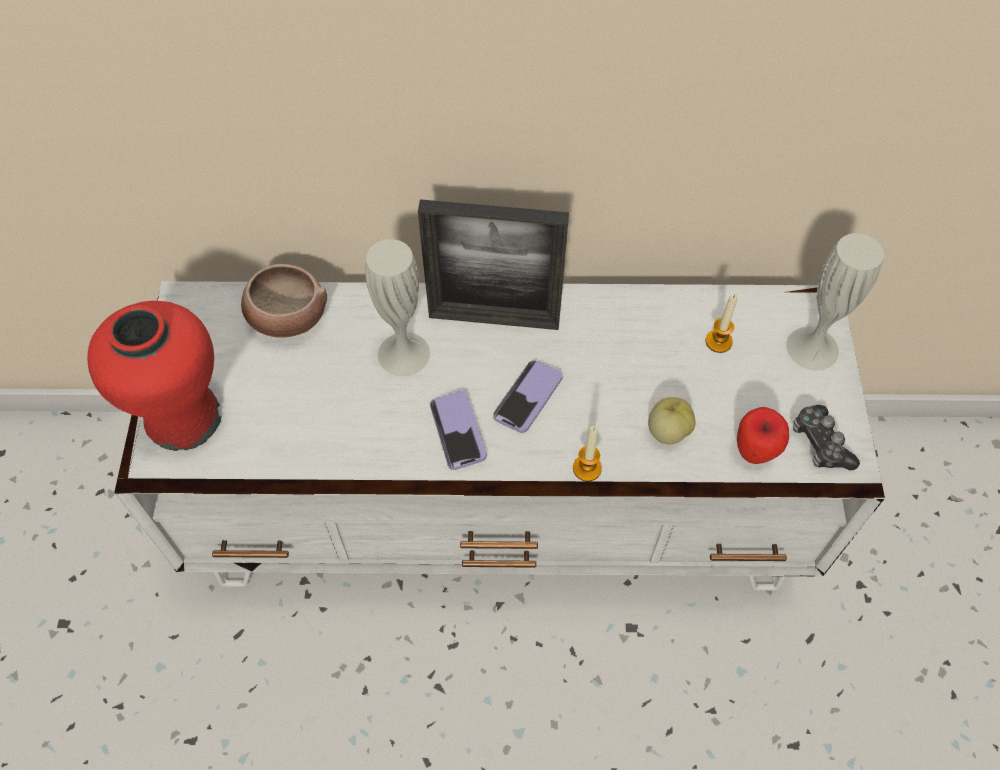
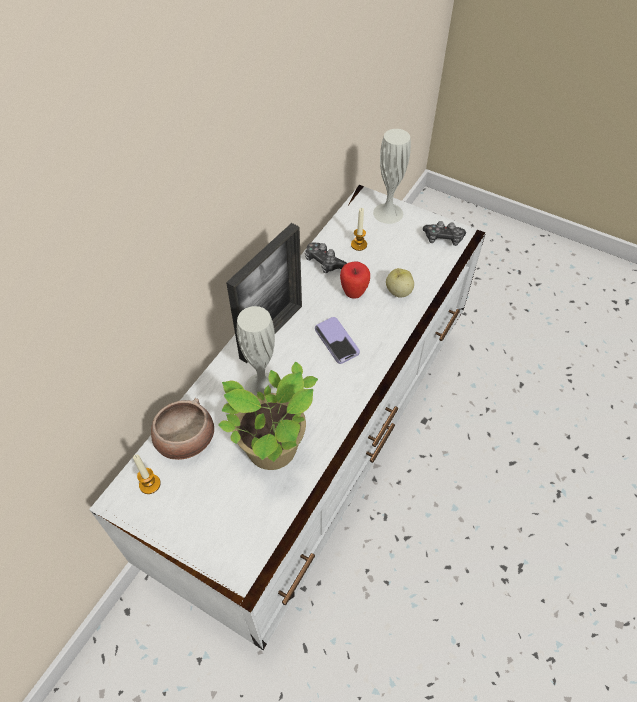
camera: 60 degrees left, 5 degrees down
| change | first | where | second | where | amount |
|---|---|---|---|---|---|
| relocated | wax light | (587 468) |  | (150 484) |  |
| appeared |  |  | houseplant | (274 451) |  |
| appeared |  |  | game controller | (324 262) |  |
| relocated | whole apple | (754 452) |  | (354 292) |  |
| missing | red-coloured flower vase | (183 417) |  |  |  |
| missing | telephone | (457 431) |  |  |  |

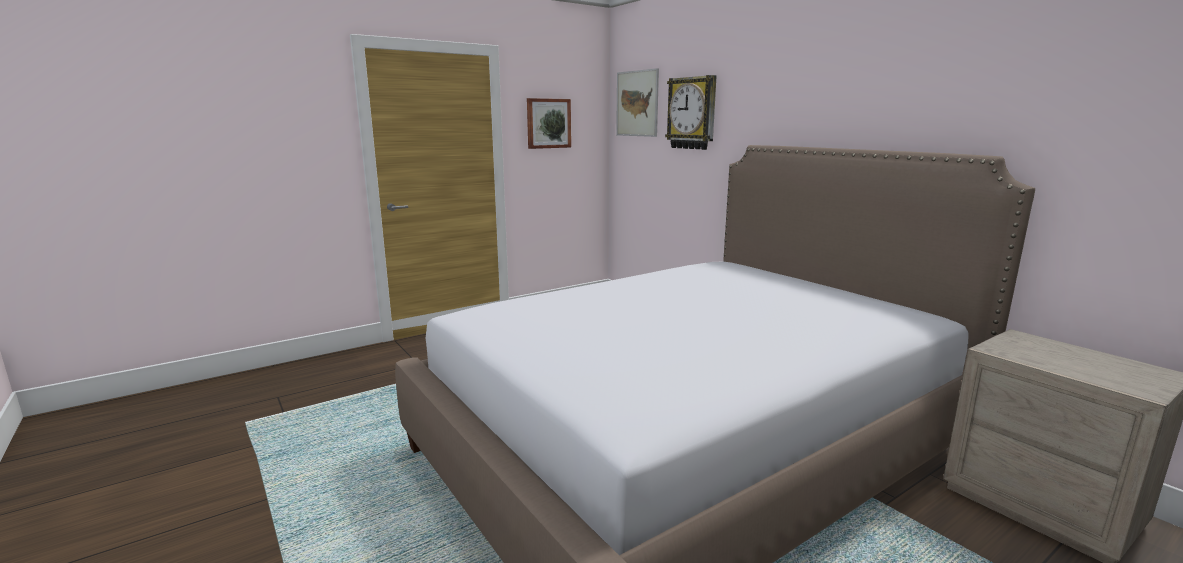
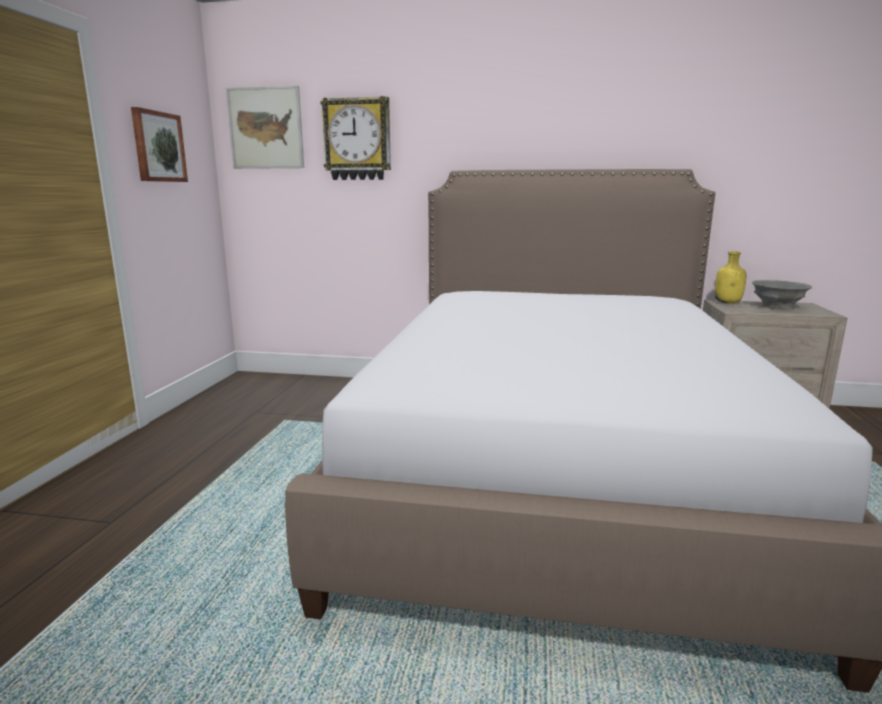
camera: 45 degrees left, 0 degrees up
| change | first | where | second | where | amount |
|---|---|---|---|---|---|
| appeared |  |  | yellow-coloured bottle | (728 302) |  |
| appeared |  |  | grey bowl | (777 307) |  |

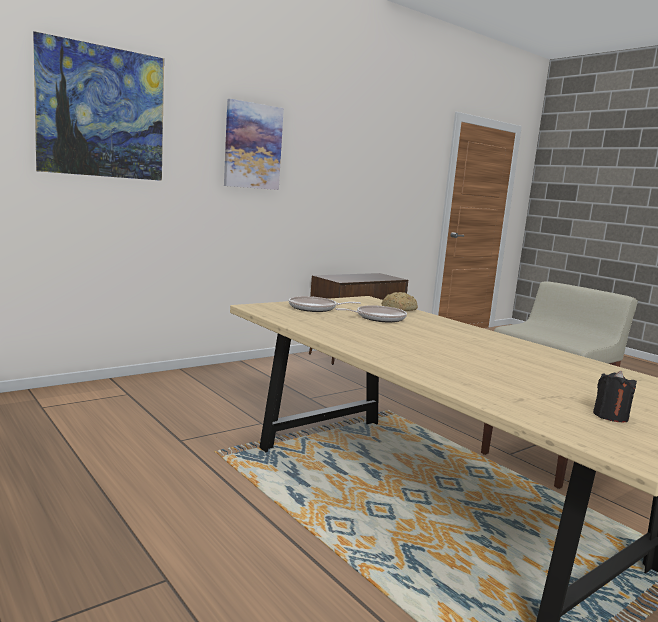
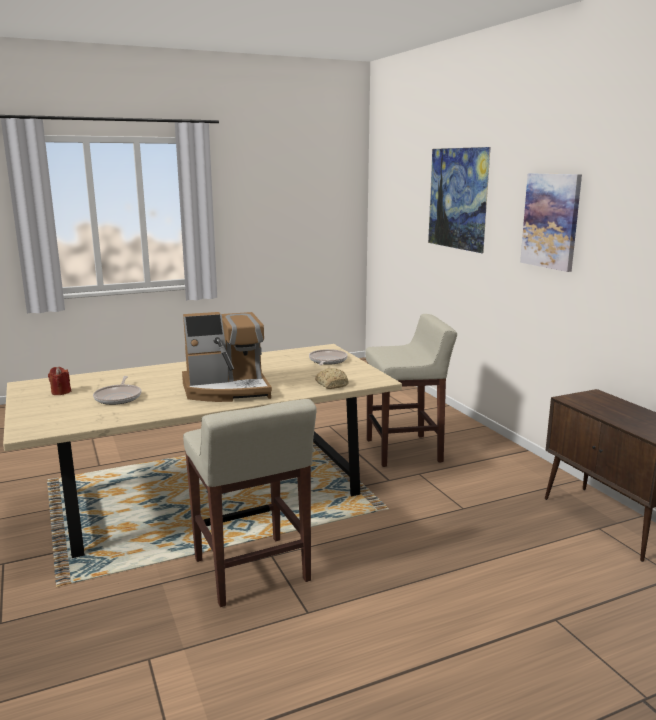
camera: 105 degrees right, 5 degrees up
| change | first | where | second | where | amount |
|---|---|---|---|---|---|
| colour | black wax light | (610 416) | red-coloured wax light | (61 392) |  |
| relocated | pan | (378 318) |  | (119 397) |  |
| appeared |  |  | coffee maker | (227 390) |  |
| appeared |  |  | beige stool seat | (405 451) |  |

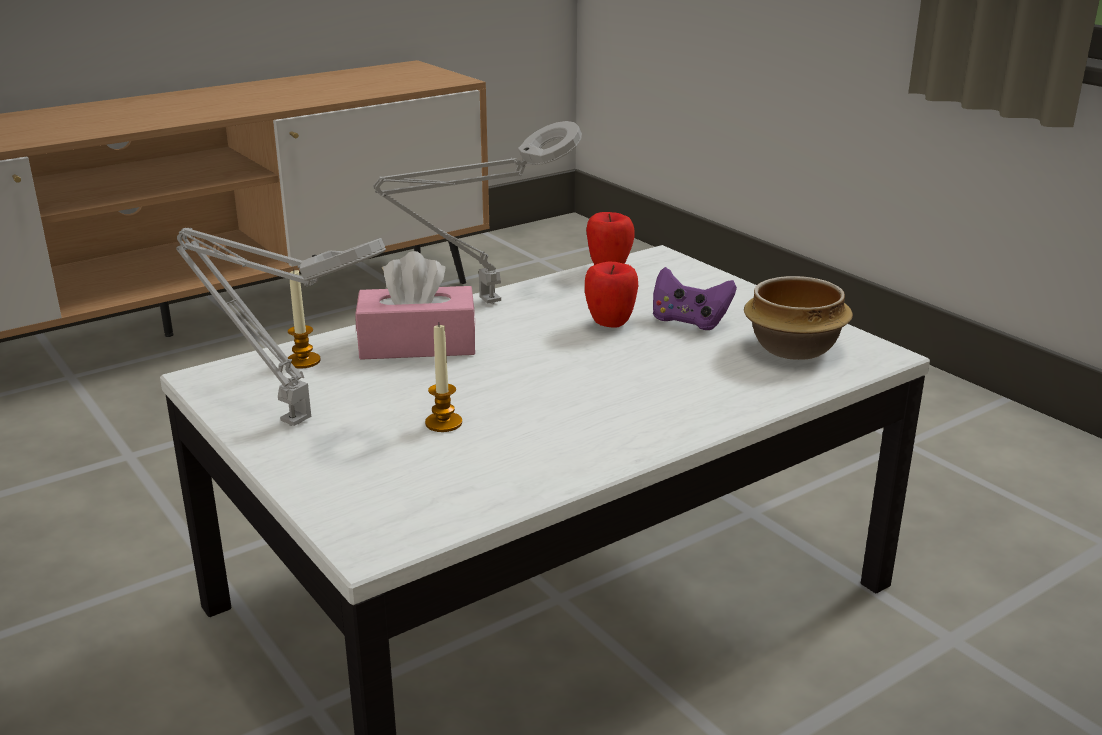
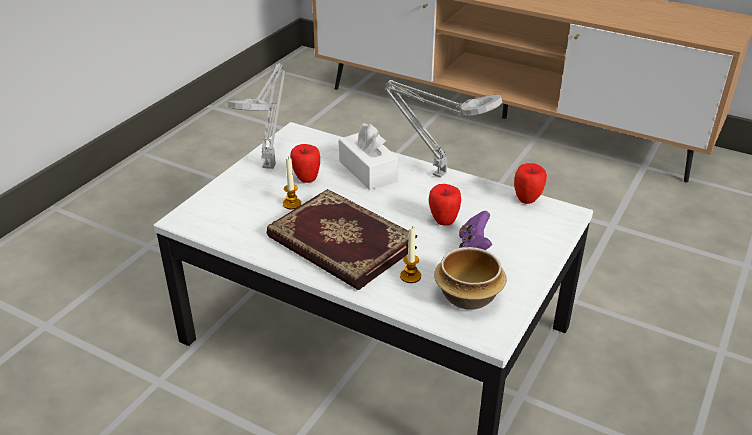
camera: 65 degrees right, 10 degrees up
| change | first | where | second | where | amount |
|---|---|---|---|---|---|
| appeared |  |  | book | (339 244) |  |
| appeared |  |  | whole apple | (306 179) |  |
| colour | pink-coloured tissue box | (417 344) | white tissue box | (368 171) |  |
| relocated | wax light | (303 361) |  | (410 276) |  |

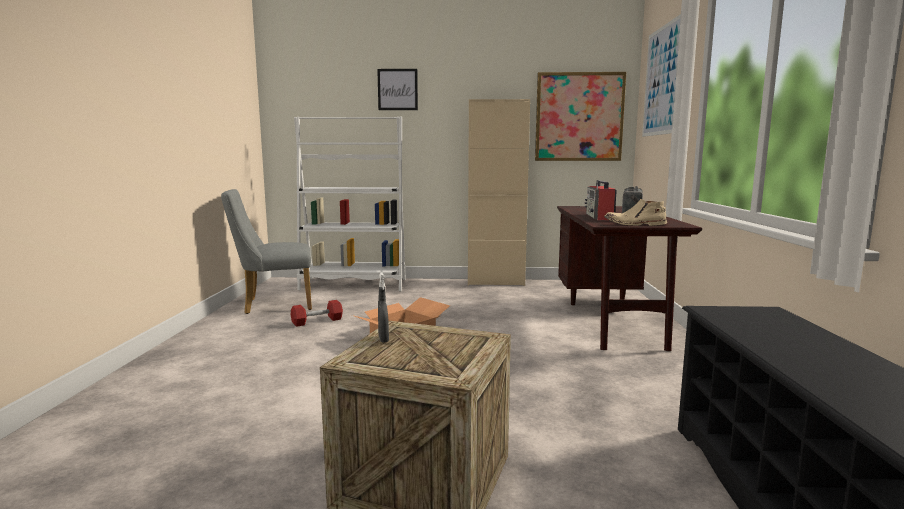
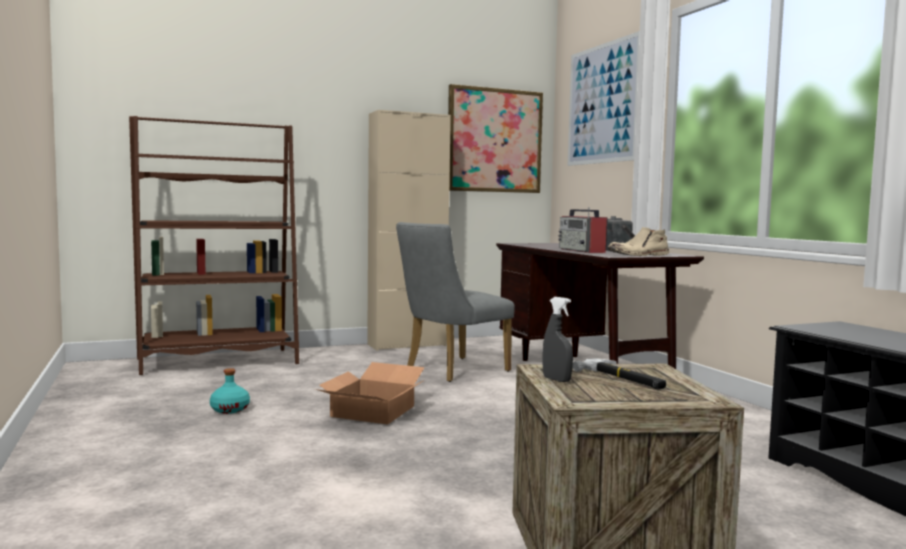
camera: 25 degrees left, 5 degrees down
| change | first | where | second | where | amount |
|---|---|---|---|---|---|
| colour | white bookcase | (354 284) | brown bookcase | (218 361) |  |
| exchanged | red-coloured free weight | (317 321) | turquoise bottle | (230 409) |  |
| relocated | grey upright chair | (273 305) |  | (451 371) |  |
| appeared |  |  | hammer | (621 379) |  |
| missing | wall picture | (397 89) |  |  |  |

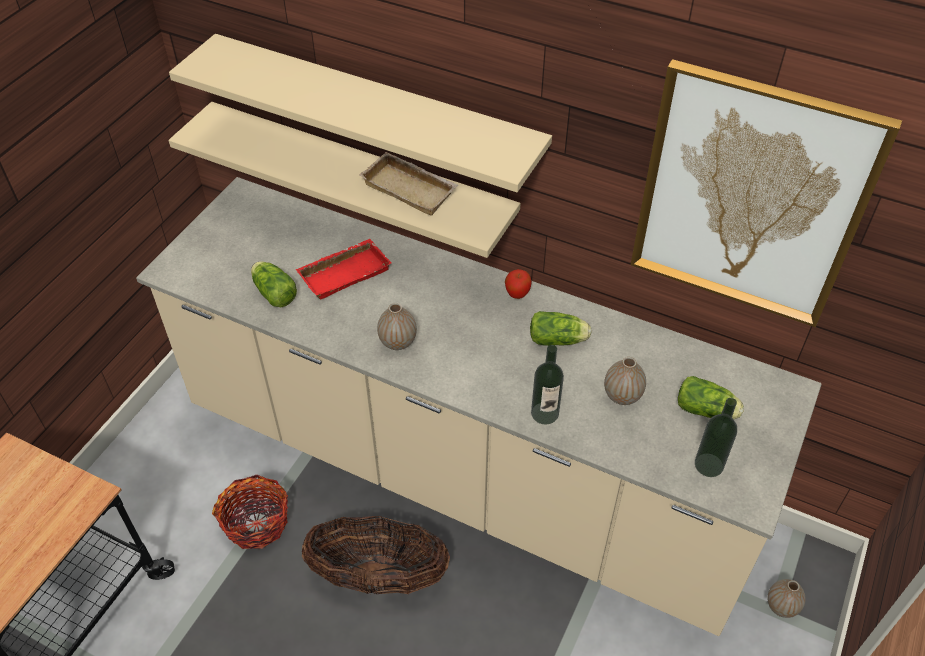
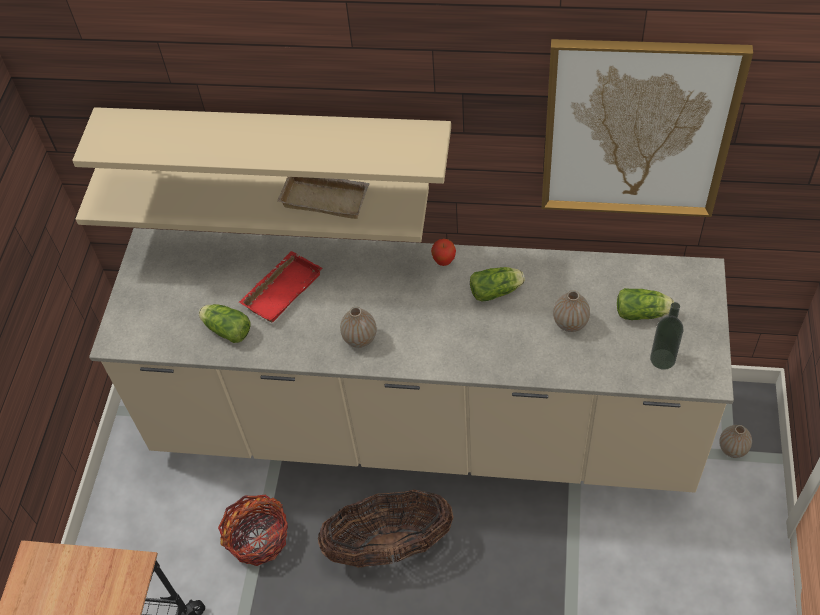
camera: 15 degrees left, 5 degrees up
| change | first | where | second | where | amount |
|---|---|---|---|---|---|
| missing | bottle | (544 413) |  |  |  |

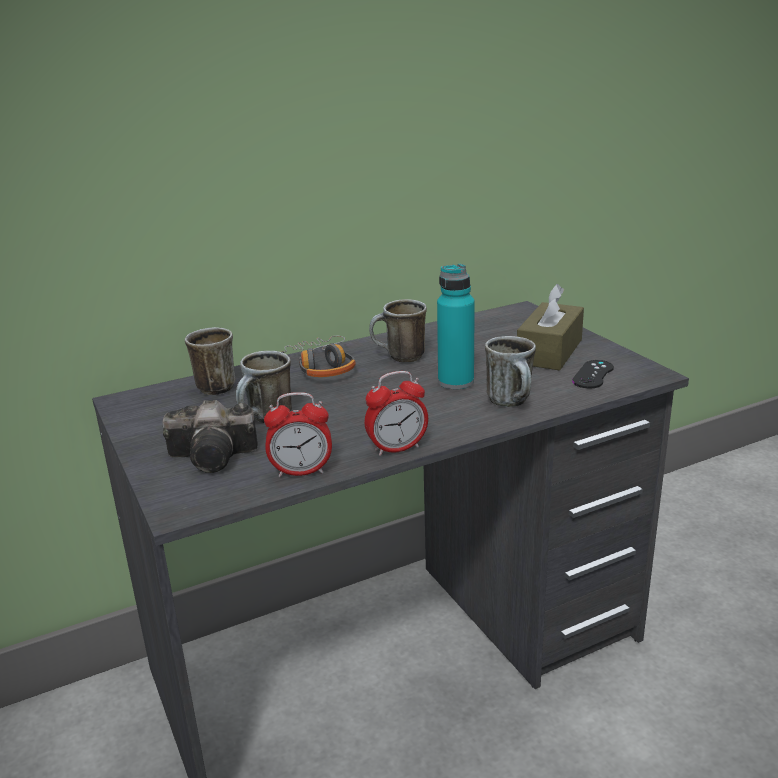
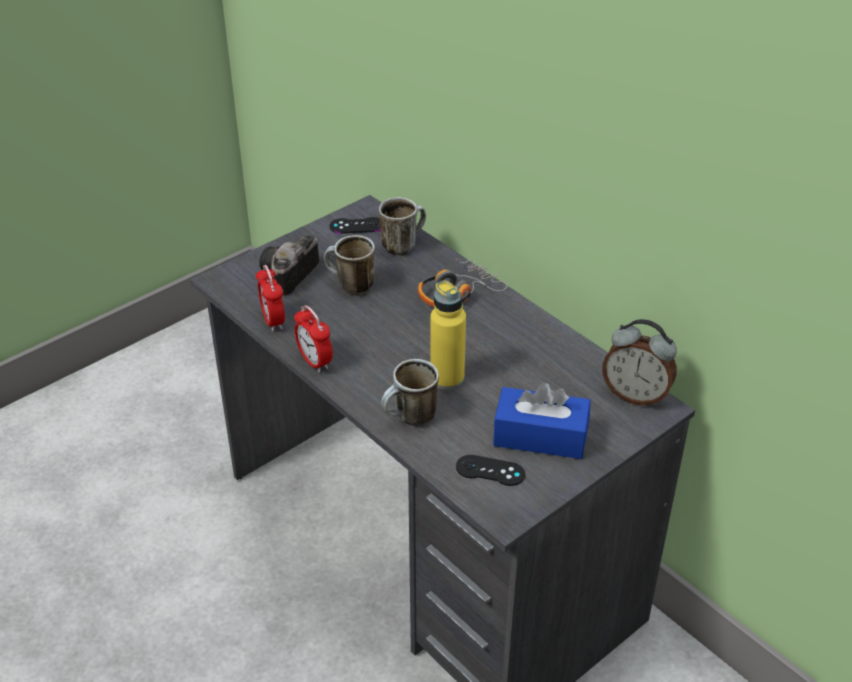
camera: 75 degrees right, 15 degrees up
| change | first | where | second | where | amount |
|---|---|---|---|---|---|
| spun | photo camera | (216 457) |  | (288 277) | 45 degrees clockwise |
| appeared |  |  | black game controller | (357 226) |  |
| colour | turquoise bottle | (456 382) | yellow-coloured bottle | (447 378) |  |
| colour | brown tissue box | (549 351) | bluish tissue box | (540 436) |  |
| appeared |  |  | table clock | (635 395) |  |
| missing | coffee mug | (399 358) |  |  |  |

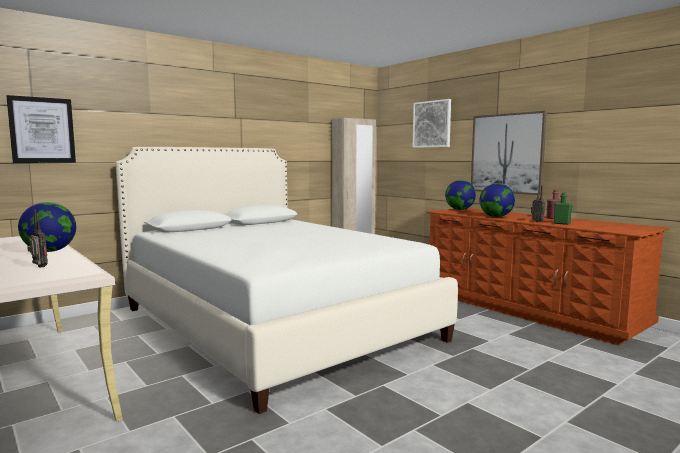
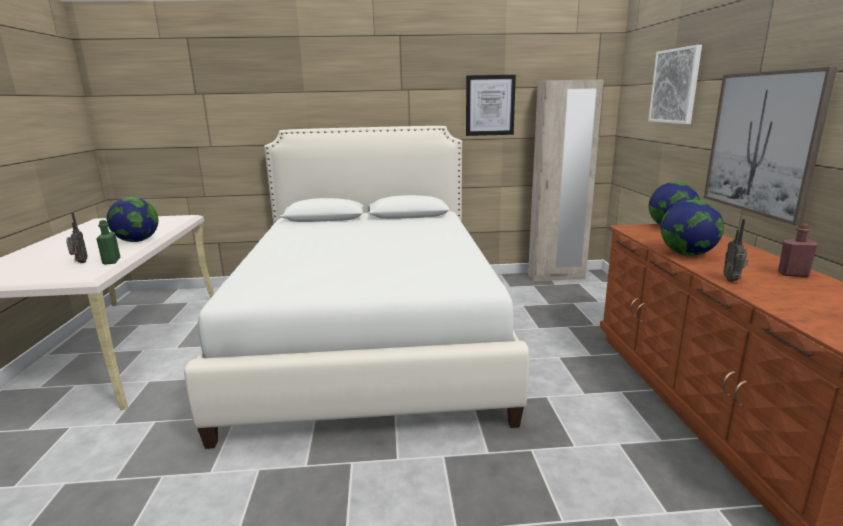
camera: 35 degrees right, 10 degrees up
| change | first | where | second | where | amount |
|---|---|---|---|---|---|
| relocated | green bottle | (562 223) |  | (111 261) |  |
| relocated | wall picture | (42 130) |  | (490 105) |  |

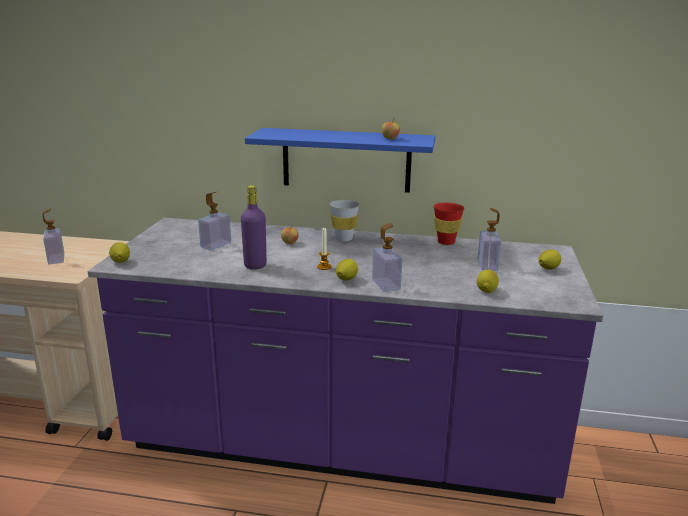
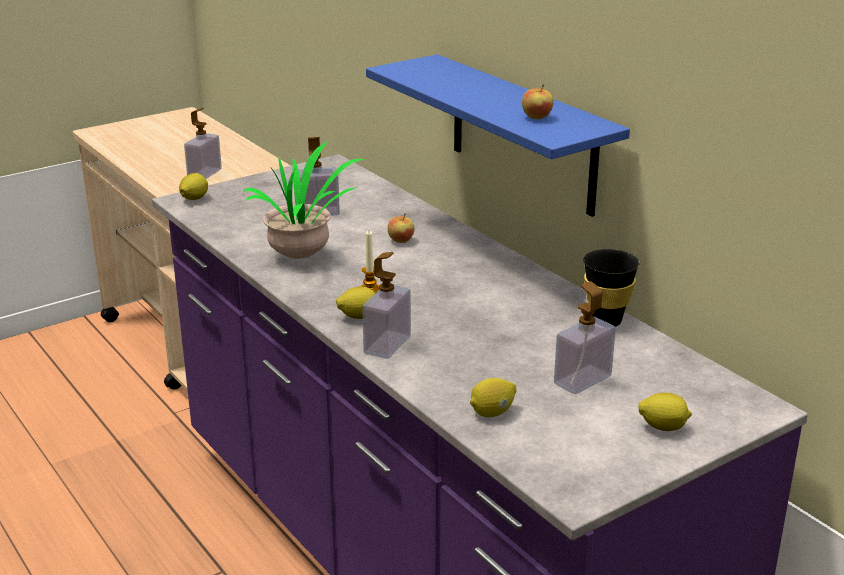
camera: 45 degrees right, 5 degrees up
| change | first | where | second | where | amount |
|---|---|---|---|---|---|
| exchanged | purplish bottle | (255 265) | houseplant | (304 256) |  |
| colour | red-coloured small cup | (446 242) | black small cup | (606 321) |  |
| missing | white small cup | (344 239) |  |  |  |

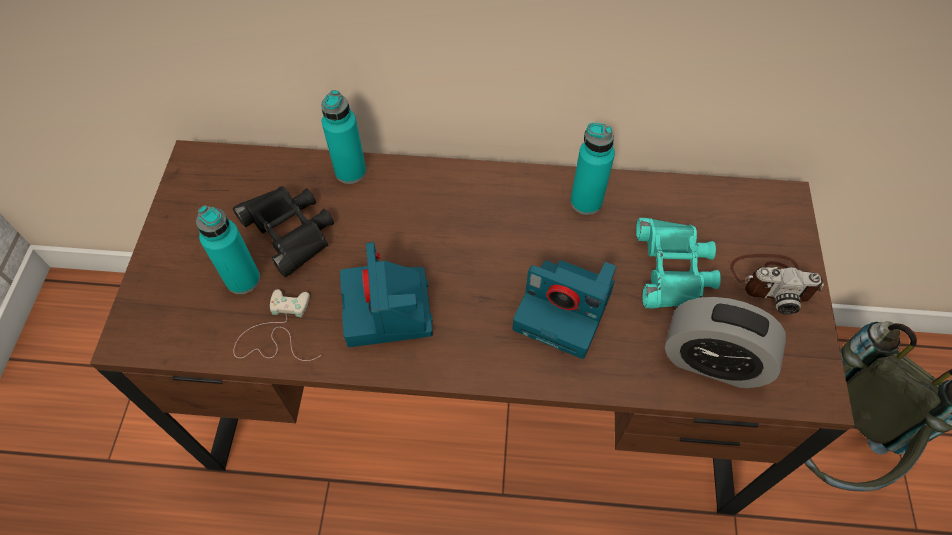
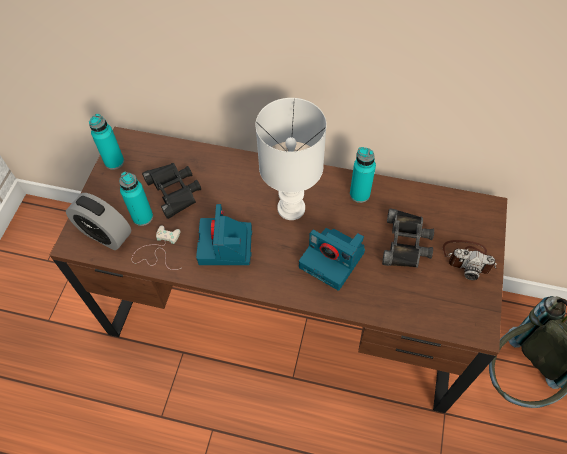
camera: 10 degrees right, 0 degrees up
| change | first | where | second | where | amount |
|---|---|---|---|---|---|
| relocated | table clock | (712 361) |  | (105 234) |  |
| relocated | turquoise bottle | (350 171) |  | (114 162) |  |
| appeared |  |  | white table lamp | (292 209) |  |
| colour | turquoise field glasses | (674 268) | black field glasses | (406 243) |  |

